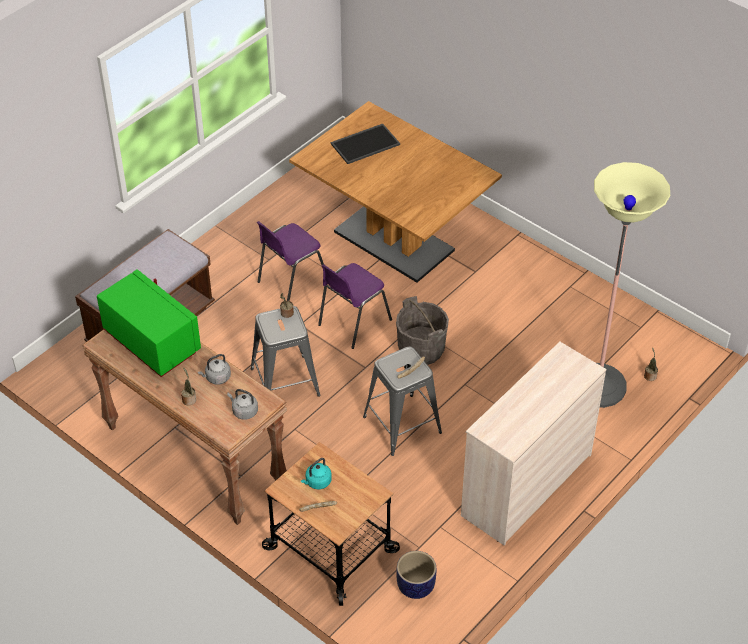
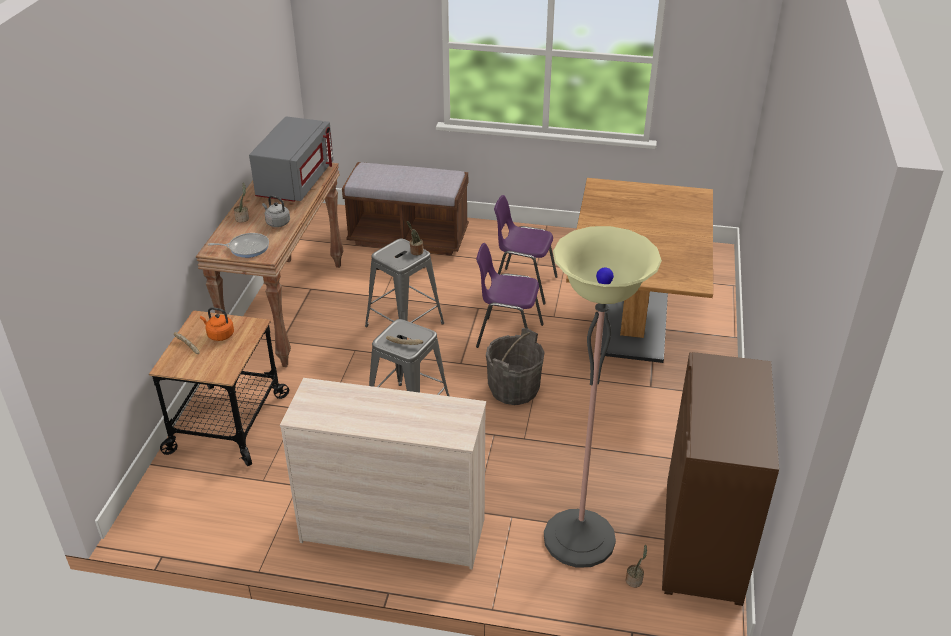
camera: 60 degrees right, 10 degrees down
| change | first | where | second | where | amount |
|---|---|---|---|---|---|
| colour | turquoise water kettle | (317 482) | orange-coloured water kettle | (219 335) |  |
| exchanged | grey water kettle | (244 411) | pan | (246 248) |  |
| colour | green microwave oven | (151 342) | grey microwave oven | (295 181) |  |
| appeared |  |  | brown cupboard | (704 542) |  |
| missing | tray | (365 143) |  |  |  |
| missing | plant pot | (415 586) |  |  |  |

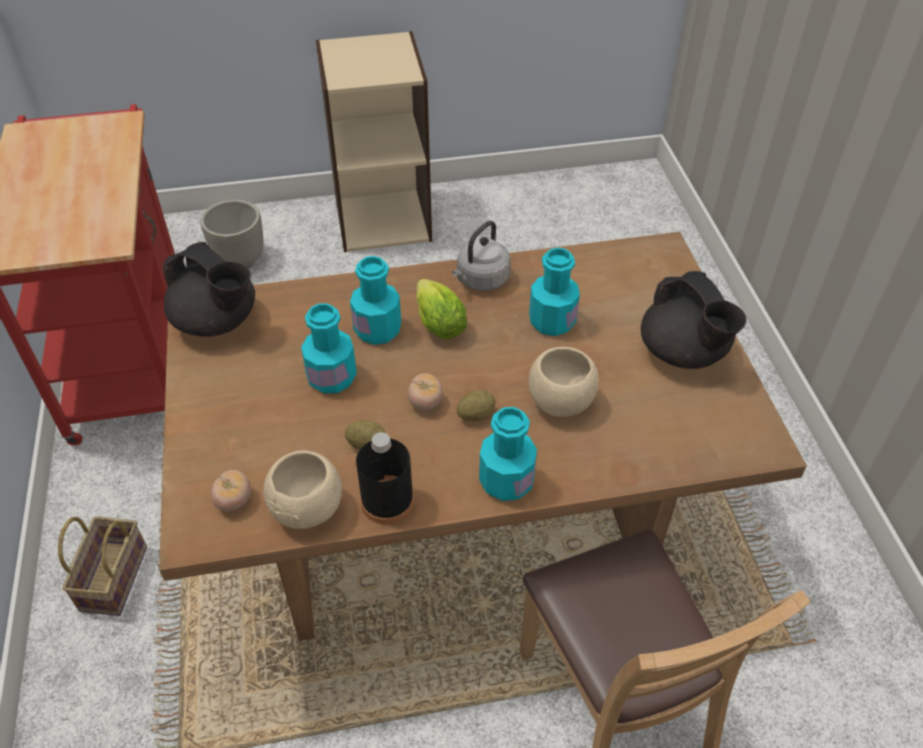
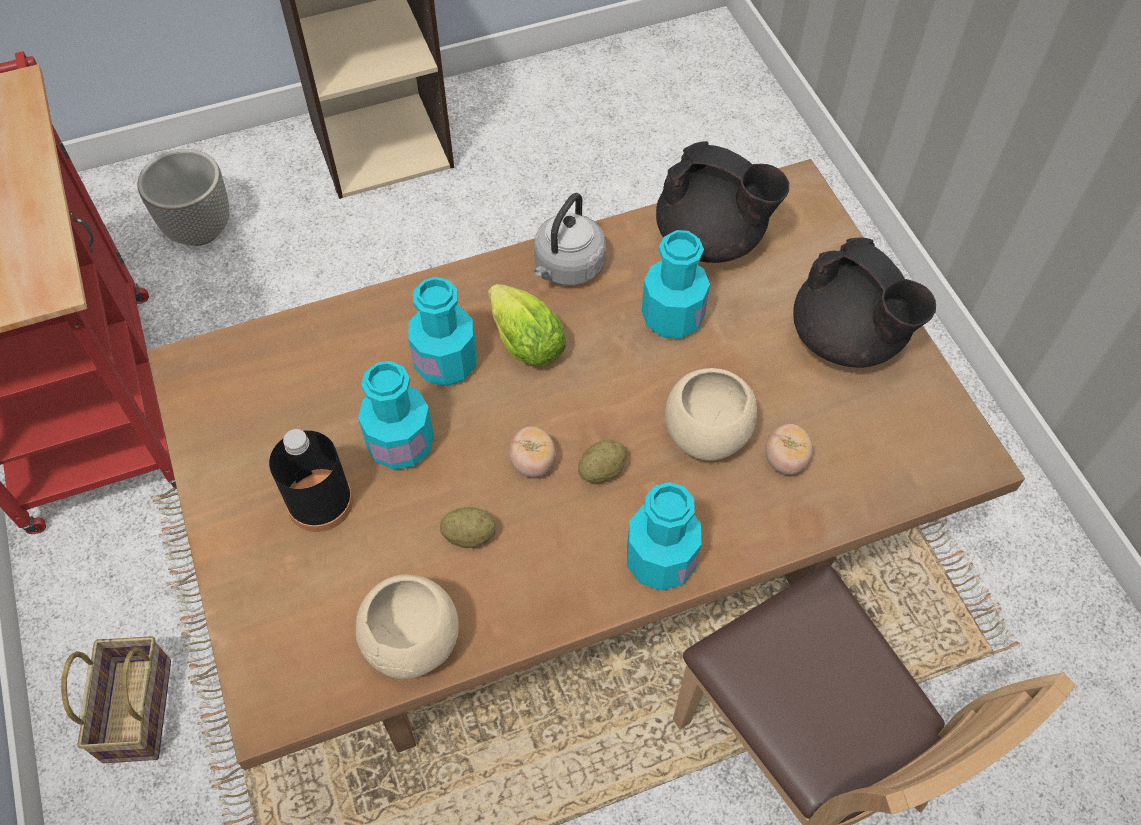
camera: 10 degrees left, 10 degrees up
| change | first | where | second | where | amount |
|---|---|---|---|---|---|
| relocated | black bottle | (387 502) |  | (320 502) |  |
| relocated | black tea pot | (217 321) |  | (711 240) |  |
| relocated | whole tomato | (234 501) |  | (785 460) |  |

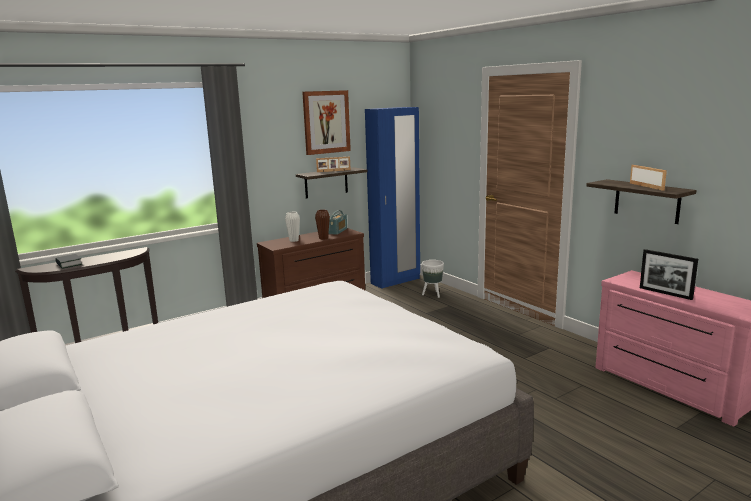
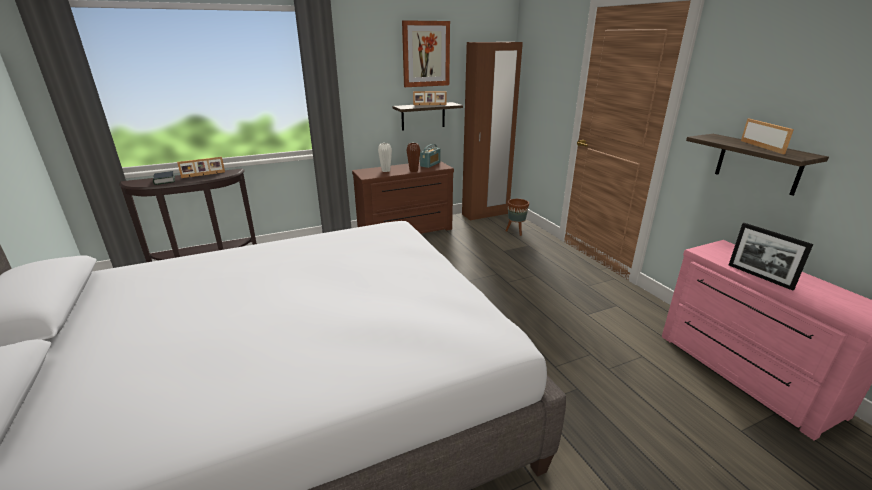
camera: 10 degrees right, 10 degrees up
| change | first | where | second | where | amount |
|---|---|---|---|---|---|
| appeared |  |  | photo frame | (203 175) |  |
| colour | bluish armoire | (395 281) | brown armoire | (485 214) |  |
| colour | white plant pot | (432 294) | brown plant pot | (515 231) |  |

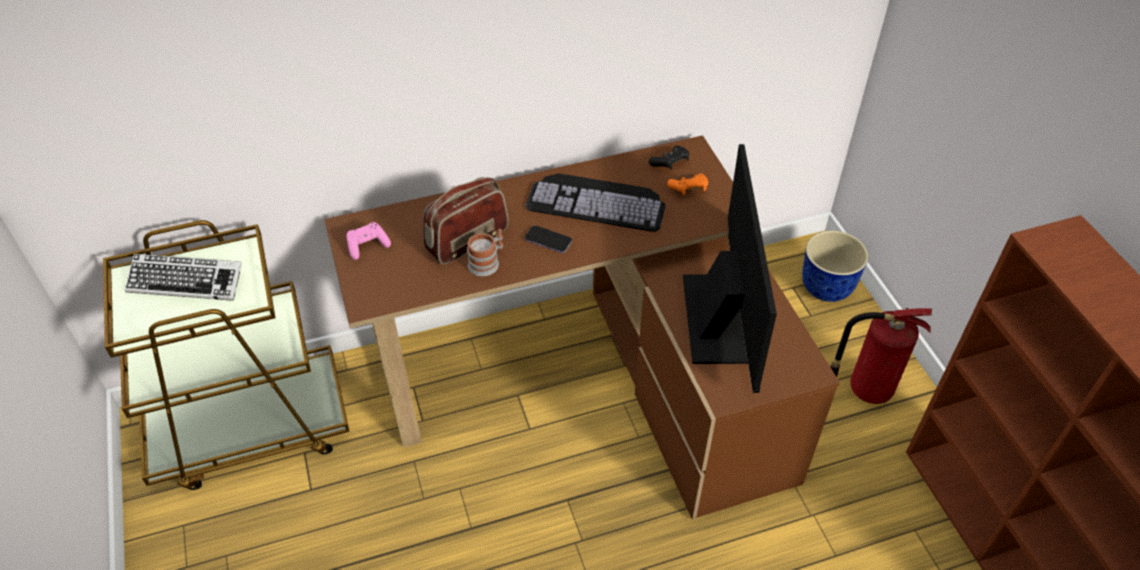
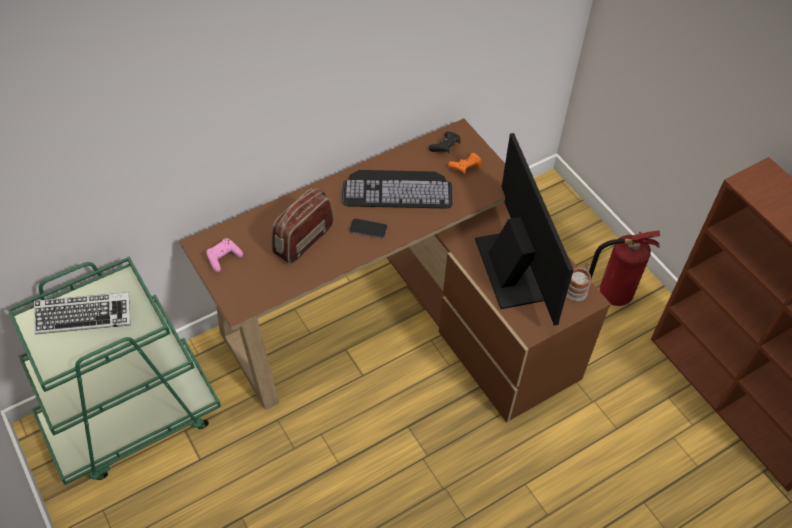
camera: 15 degrees left, 5 degrees up
| change | first | where | second | where | amount |
|---|---|---|---|---|---|
| colour | brown wheeled cart | (251 427) | green wheeled cart | (133 418) |  |
| relocated | coffee mug | (487 262) |  | (577 288) |  |
| missing | plant pot | (825 288) |  |  |  |

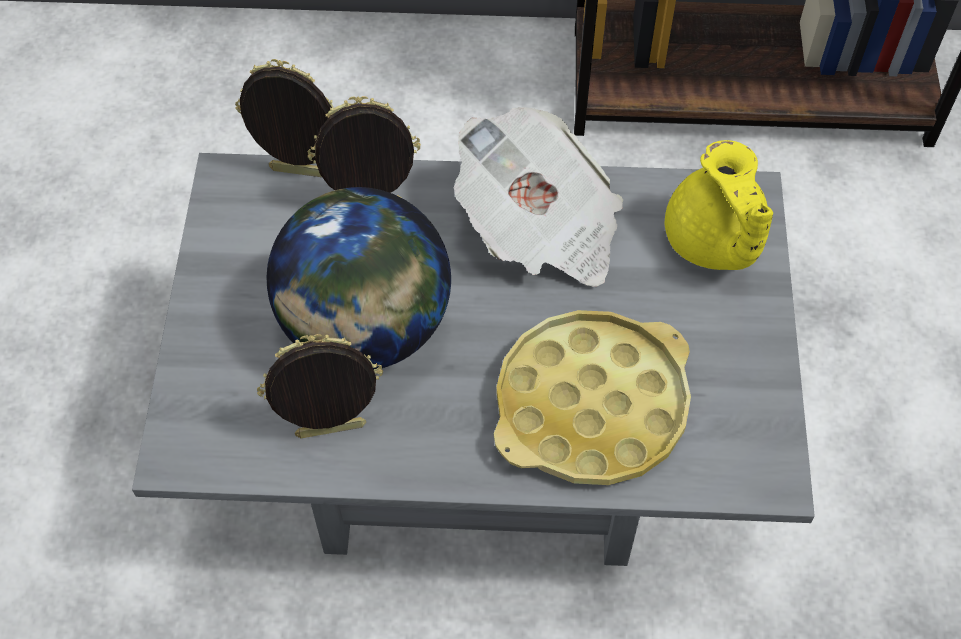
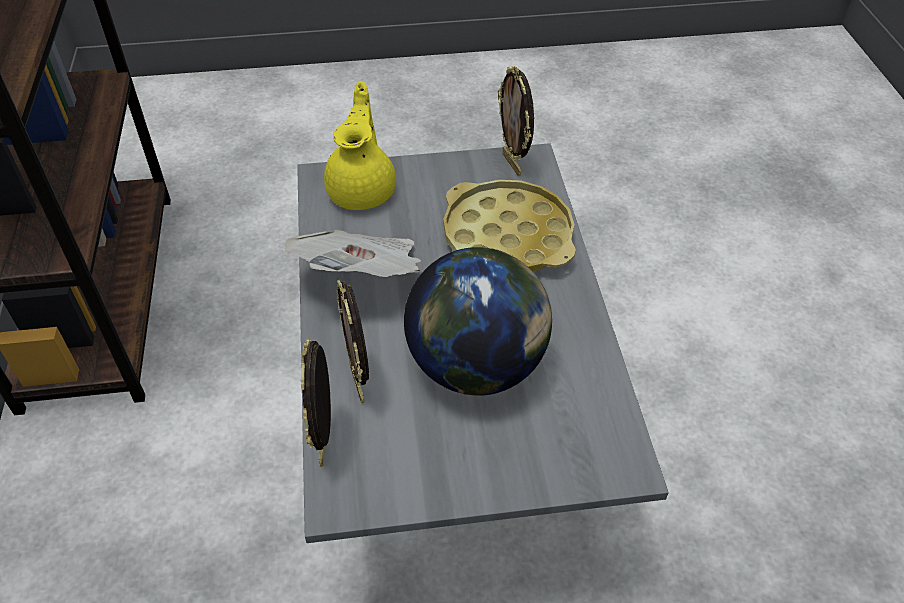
camera: 100 degrees left, 10 degrees down
| change | first | where | second | where | amount |
|---|---|---|---|---|---|
| spun | yellow-coloured tea pot | (713 242) |  | (363 190) | 60 degrees counterclockwise |
| relocated | photo frame | (331 433) |  | (513 164) |  |

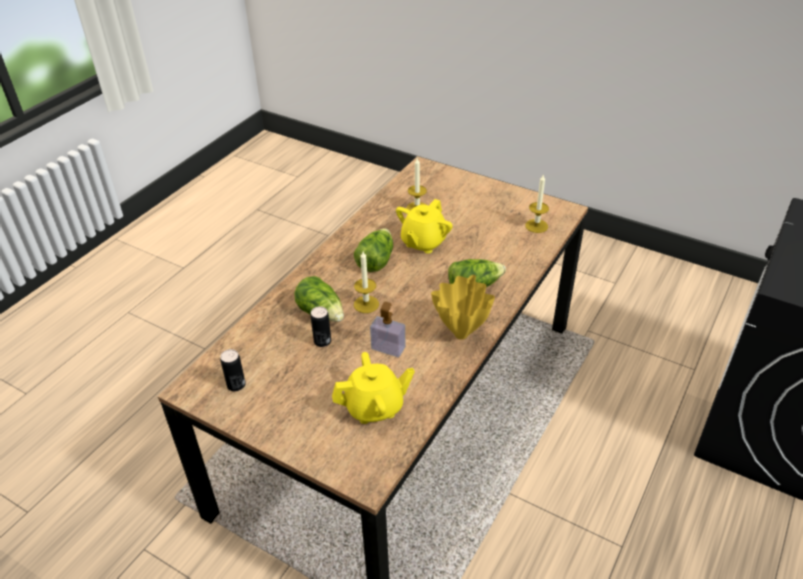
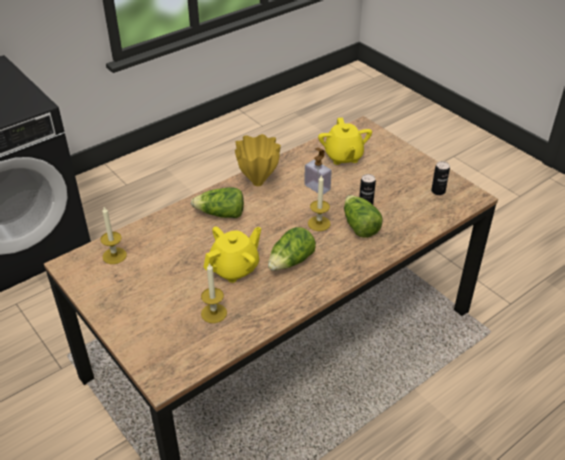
camera: 160 degrees left, 0 degrees up
| change | first | where | second | where | amount |
|---|---|---|---|---|---|
| spun | yellow-coloured tea pot | (374 407) |  | (343 156) | 105 degrees counterclockwise |

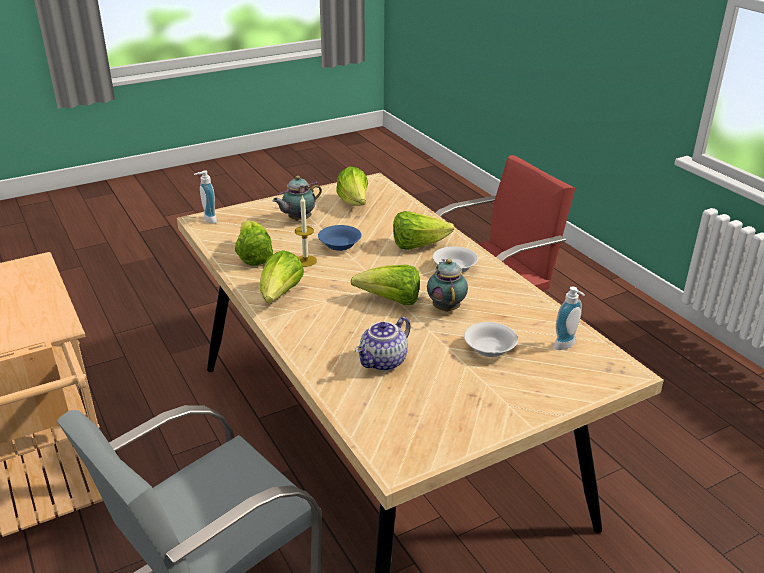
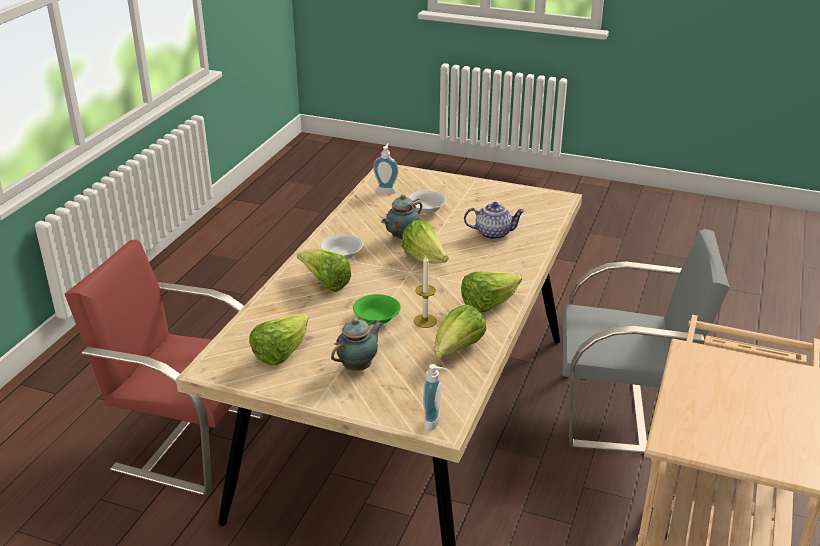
camera: 130 degrees left, 0 degrees up
| change | first | where | second | where | amount |
|---|---|---|---|---|---|
| spun | tea pot | (298 219) |  | (359 366) | 60 degrees counterclockwise |
| colour | bluish bowl | (340 245) | green bowl | (376 318) |  |

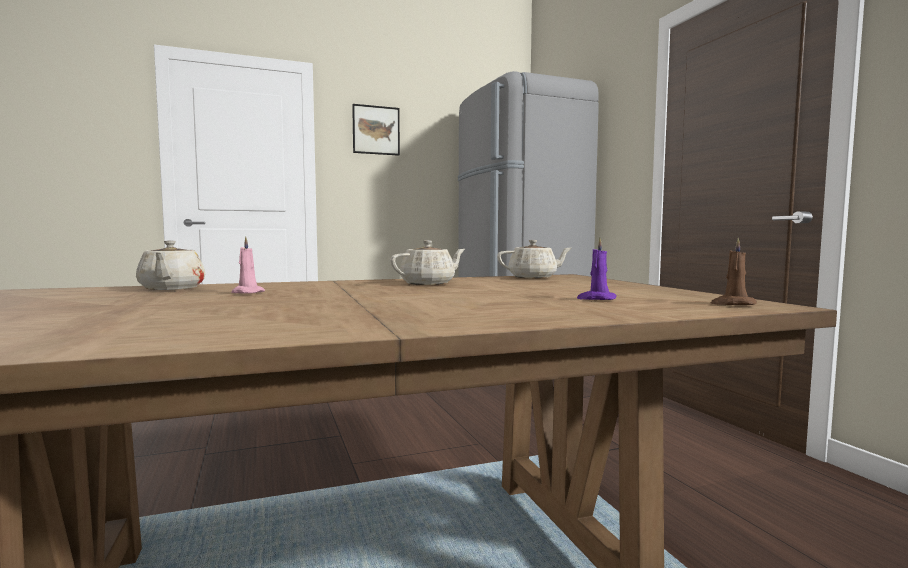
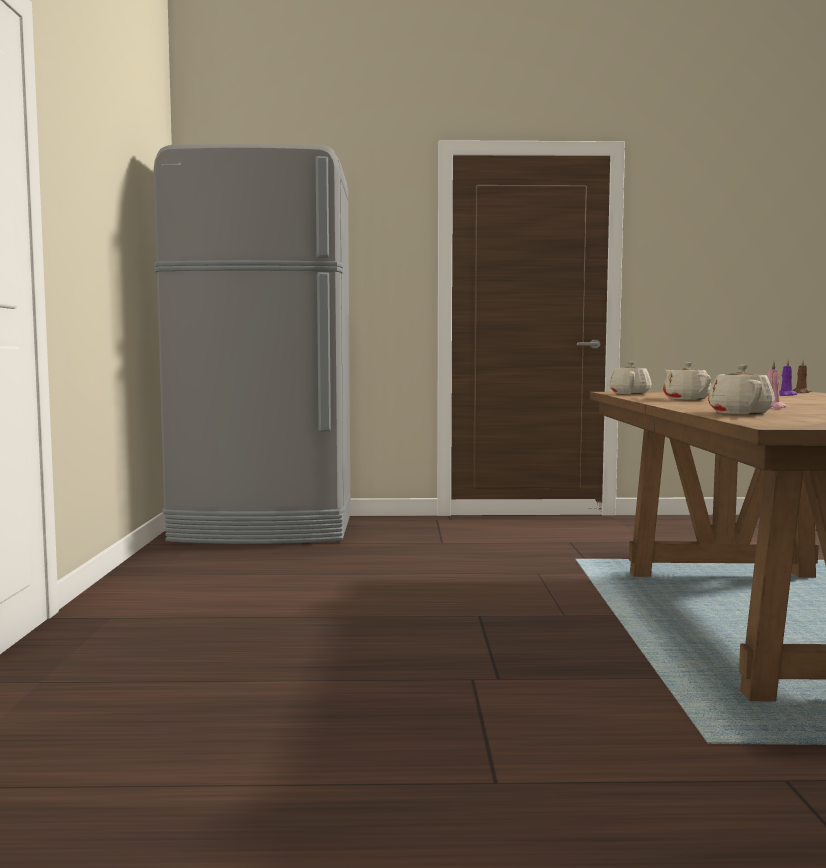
camera: 70 degrees left, 0 degrees up
| change | first | where | second | where | amount |
|---|---|---|---|---|---|
| spun | beige tea pot | (171 288) |  | (739 413) | 90 degrees counterclockwise |
| missing | wall picture | (376 130) |  |  |  |

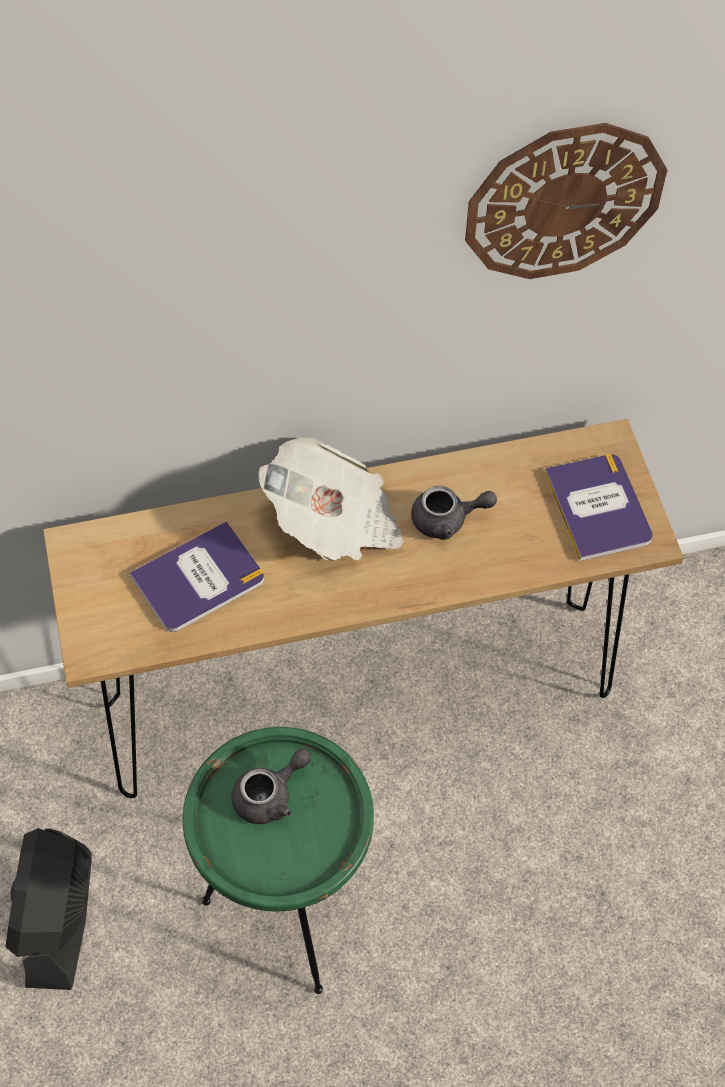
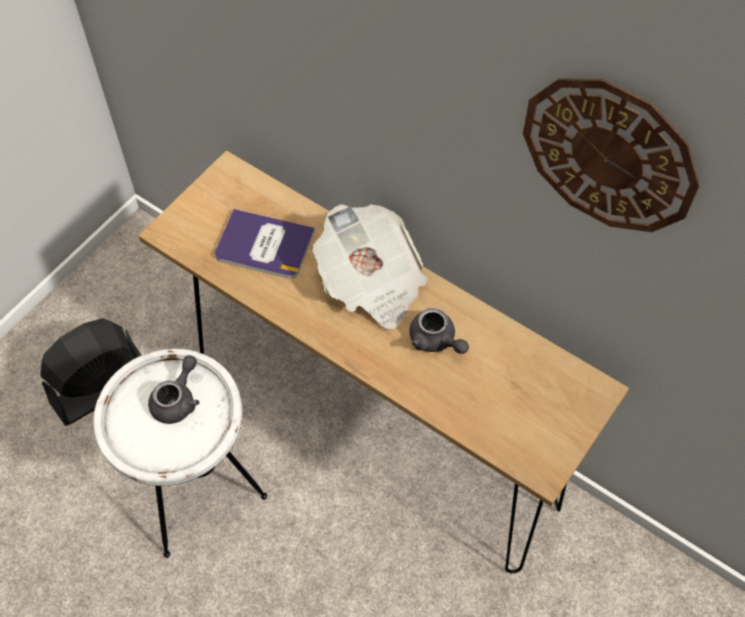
camera: 50 degrees right, 0 degrees up
| change | first | where | second | where | amount |
|---|---|---|---|---|---|
| colour | green side table | (288 912) | white side table | (201 499) |  |
| spun | grey tea pot | (270 795) |  | (178 400) | 75 degrees counterclockwise |
| missing | book | (598 507) |  |  |  |

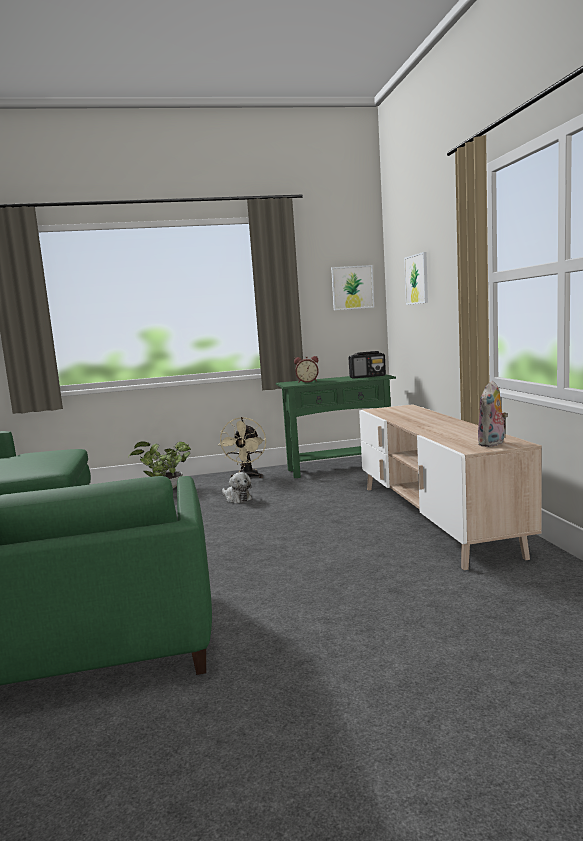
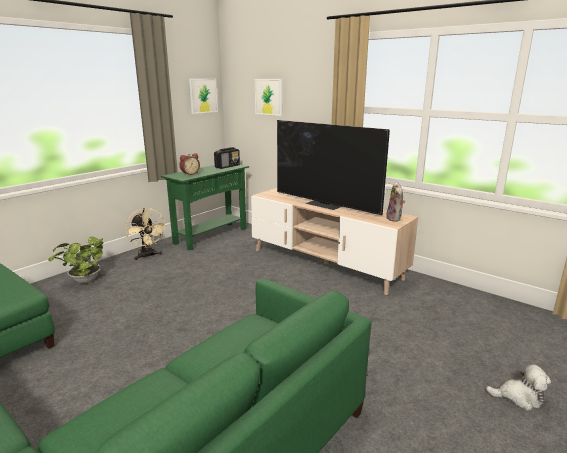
camera: 40 degrees left, 10 degrees up
| change | first | where | second | where | amount |
|---|---|---|---|---|---|
| appeared |  |  | TV set | (325 204) |  |
| relocated | cuddly toy | (236 498) |  | (518 397) |  |

